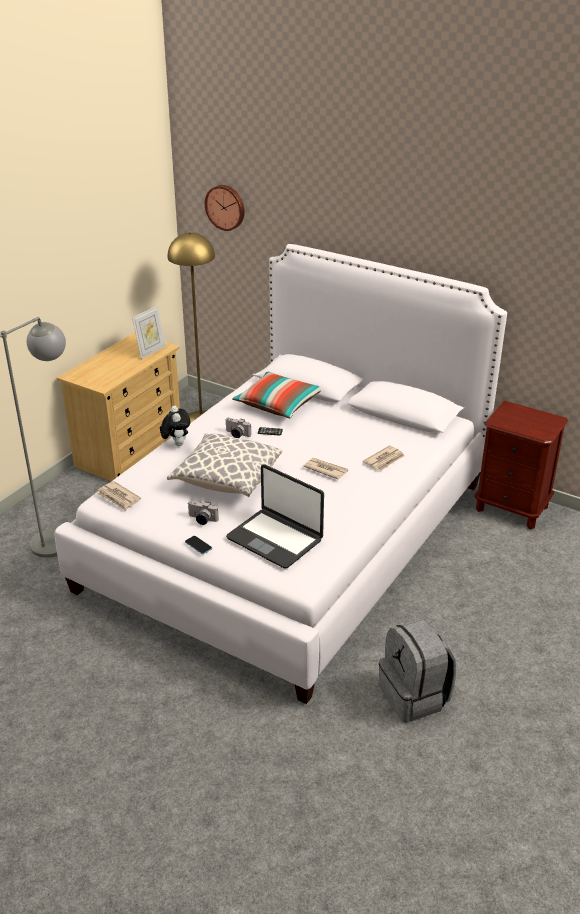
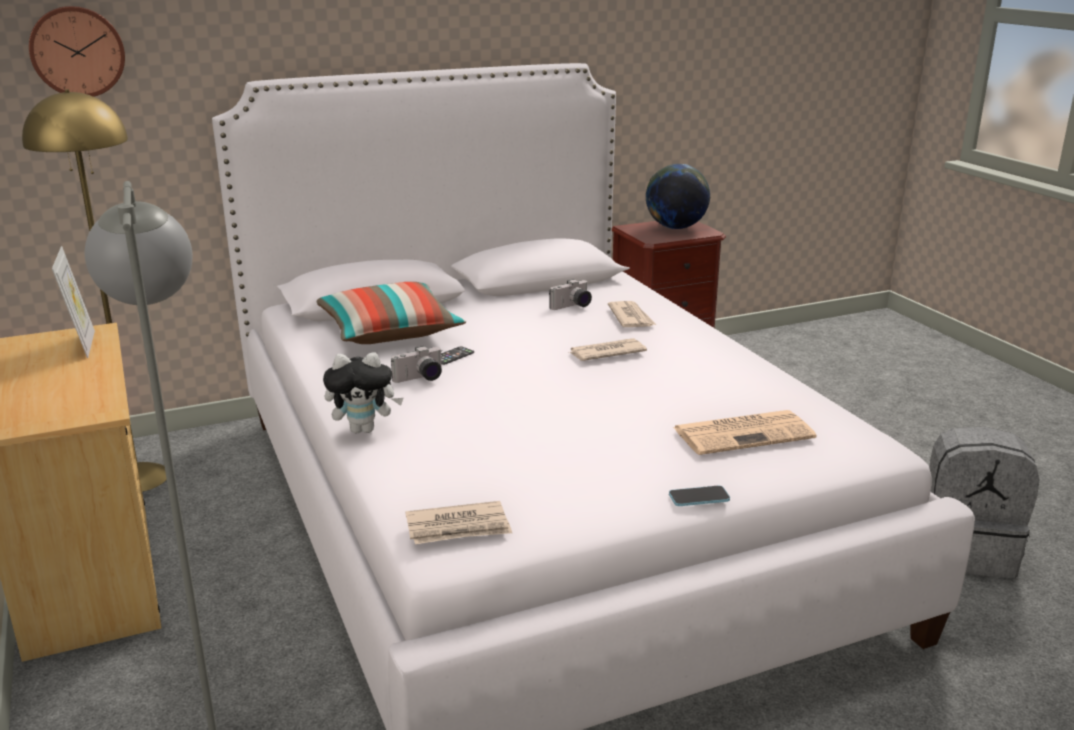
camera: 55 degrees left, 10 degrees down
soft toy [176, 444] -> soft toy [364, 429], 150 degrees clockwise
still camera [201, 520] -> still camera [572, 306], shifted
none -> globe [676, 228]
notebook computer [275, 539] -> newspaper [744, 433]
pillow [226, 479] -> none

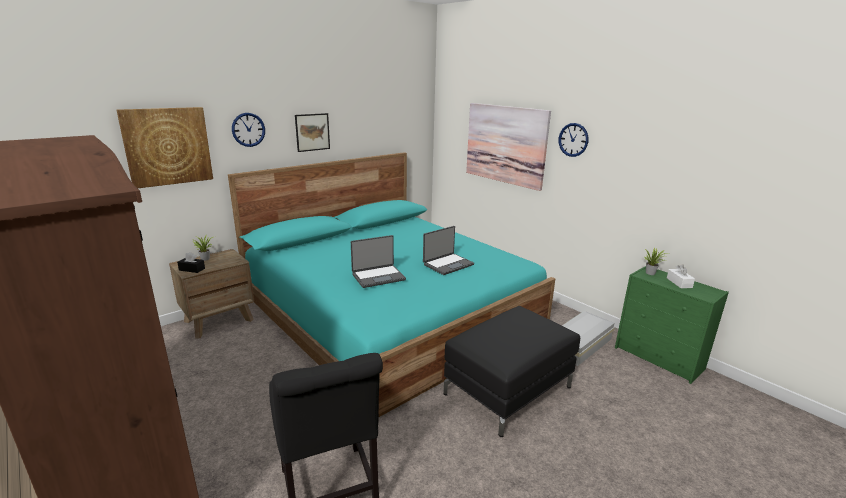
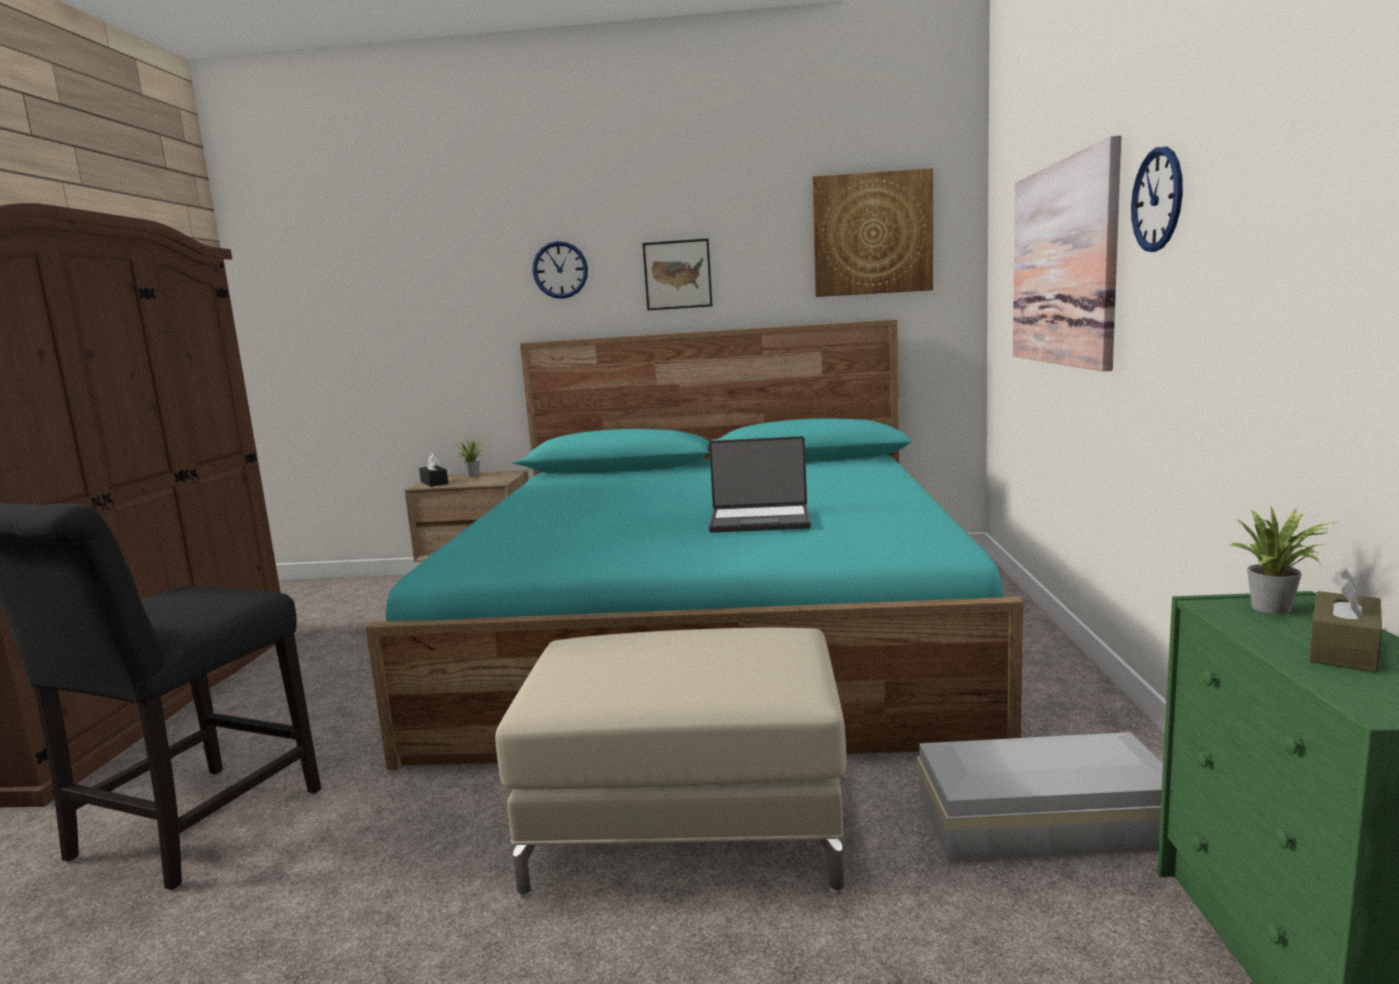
camera: 45 degrees right, 10 degrees down
black pouffe [507, 389] -> beige pouffe [688, 826]
wall art [167, 146] -> wall art [872, 234], shifted
white tissue holder [679, 283] -> brown tissue holder [1343, 650]
notebook computer [378, 277] -> none

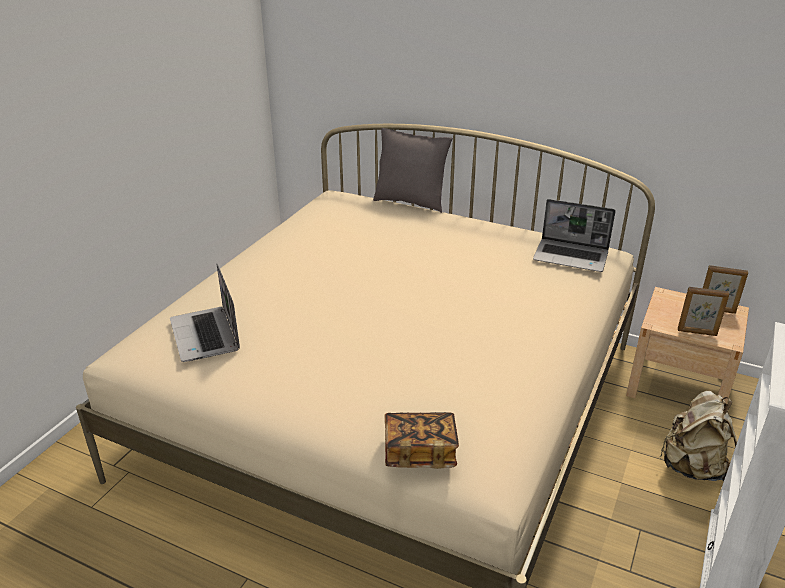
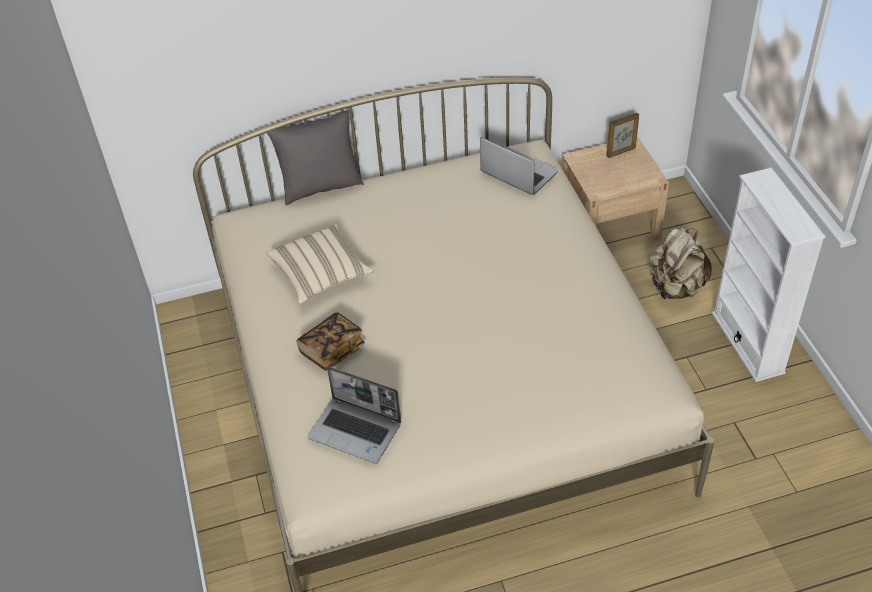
camera: 40 degrees left, 15 degrees up
none -> beige pillow [321, 274]
volume [419, 452] -> volume [332, 350], shifted
notebook computer [571, 256] -> notebook computer [517, 173], 120 degrees counterclockwise
standing frame [697, 332] -> none

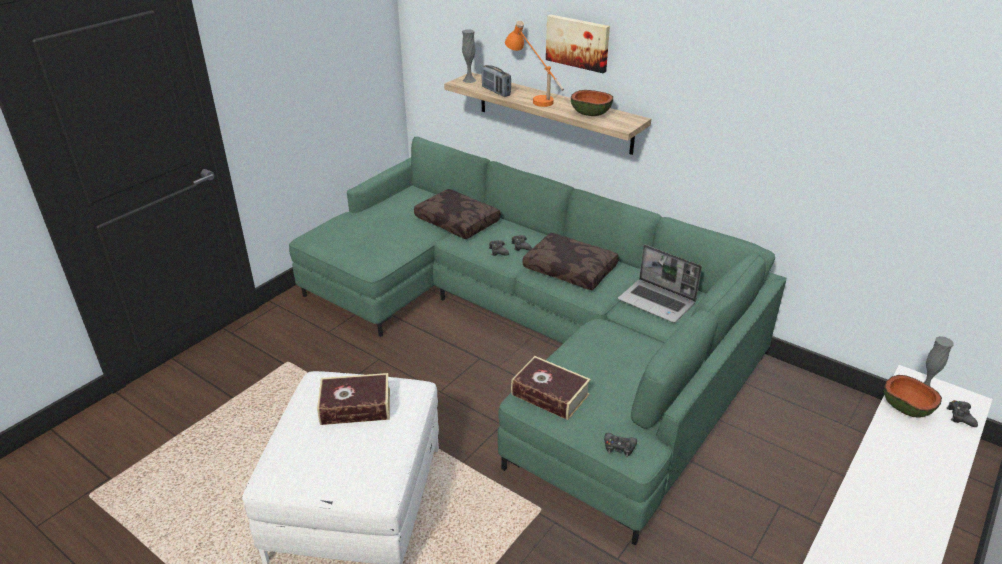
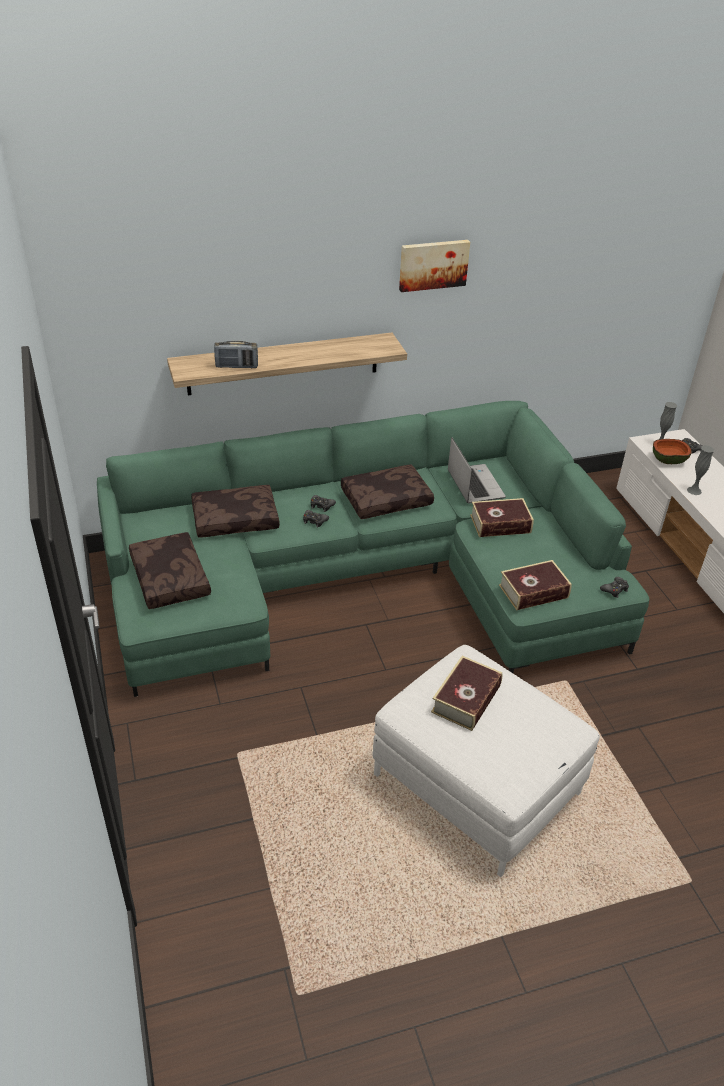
camera: 55 degrees left, 5 degrees up
none -> brown pillow [172, 579]
wall art [578, 42] -> wall art [433, 264], shifted
notebook computer [657, 302] -> notebook computer [474, 484], 90 degrees counterclockwise
none -> volume [500, 524]
grey vase [469, 80] -> grey vase [694, 490], shifted
orange table lamp [534, 98] -> none
bowl [590, 114] -> none

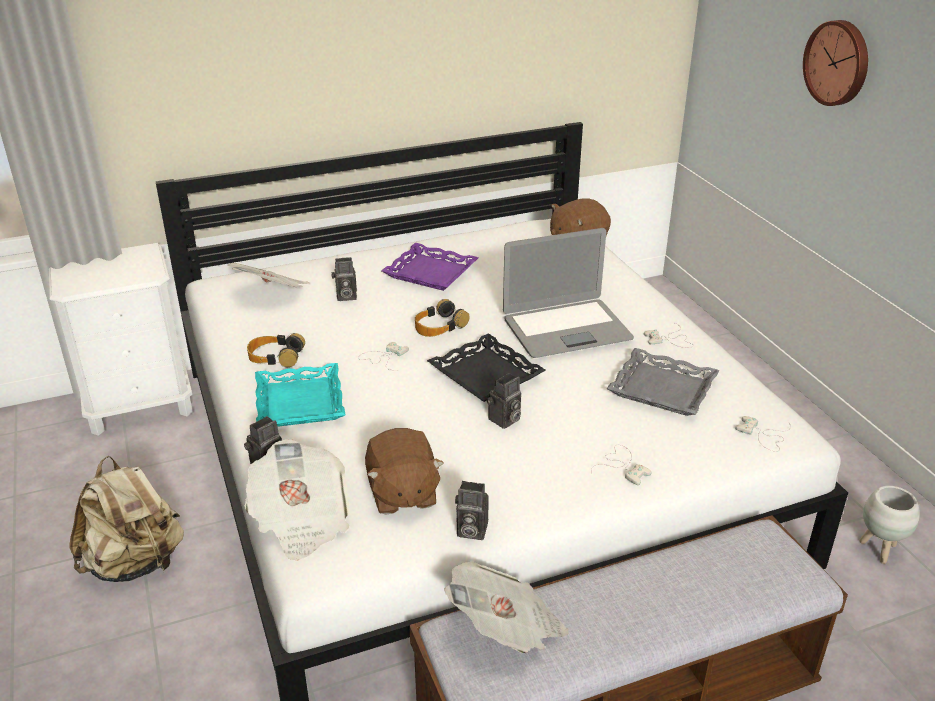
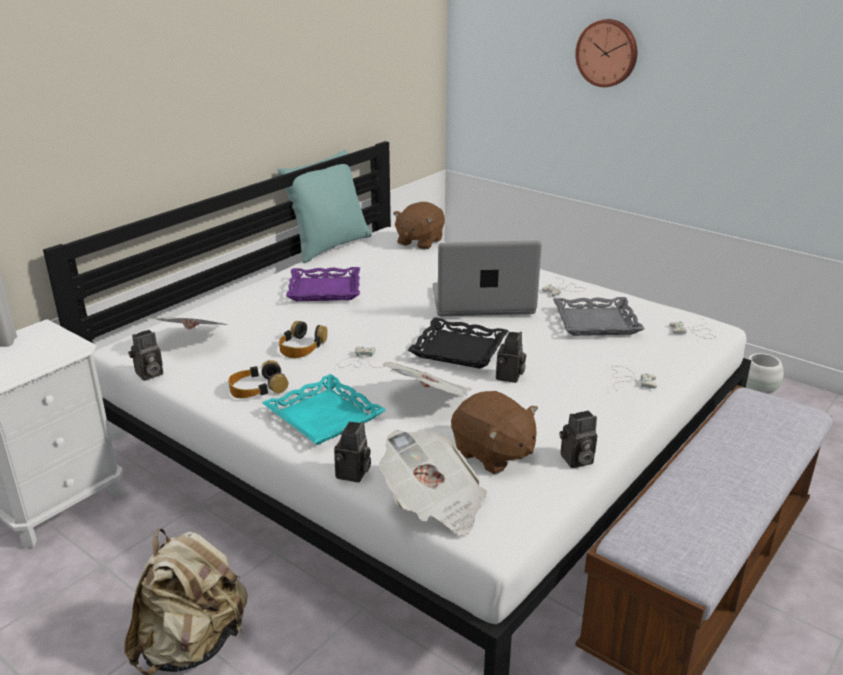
camera: 30 degrees left, 5 degrees down
still camera [345, 296] -> still camera [148, 374], shifted
none -> turquoise-coloured pillow [329, 246]
headphones [439, 326] -> headphones [302, 346], shifted
newspaper [506, 629] -> newspaper [430, 400], shifted
notebook computer [566, 329] -> notebook computer [482, 301], 135 degrees counterclockwise

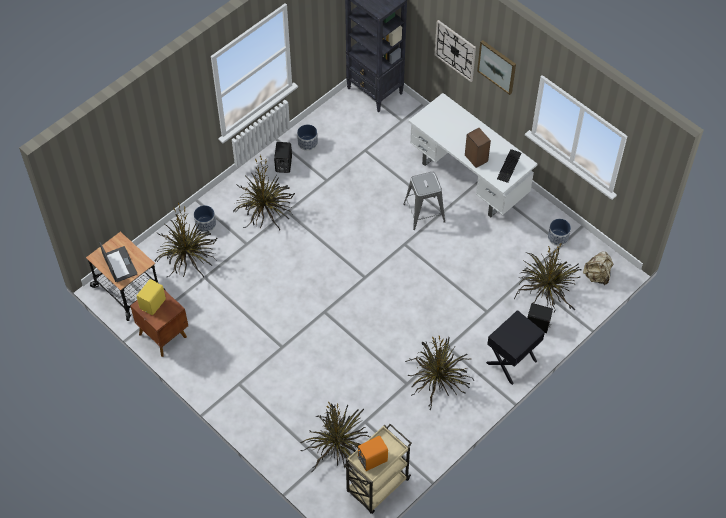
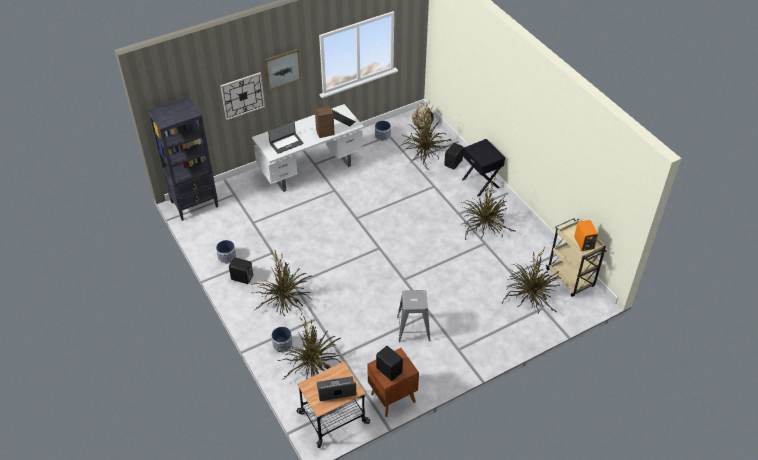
camera: 75 degrees left, 10 degrees down
none -> notebook computer [286, 143]
yellow loudspeaker [153, 304] -> black loudspeaker [389, 370]
grey stool seat [424, 213] -> grey stool seat [413, 328], shifted

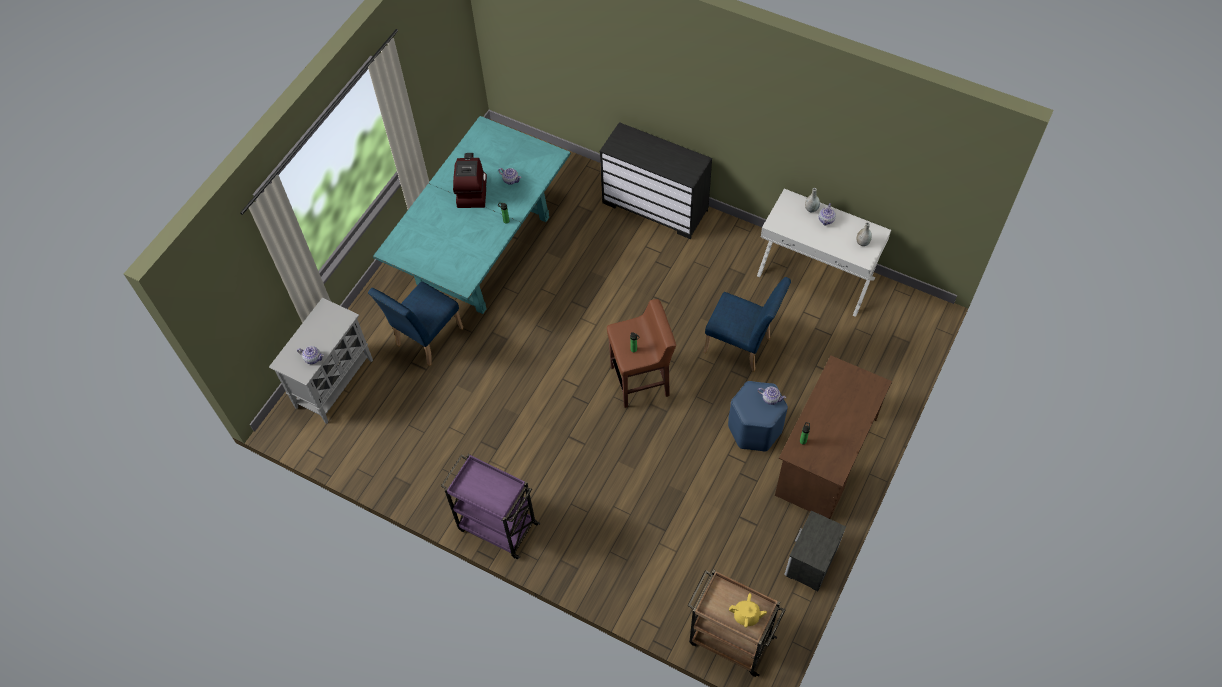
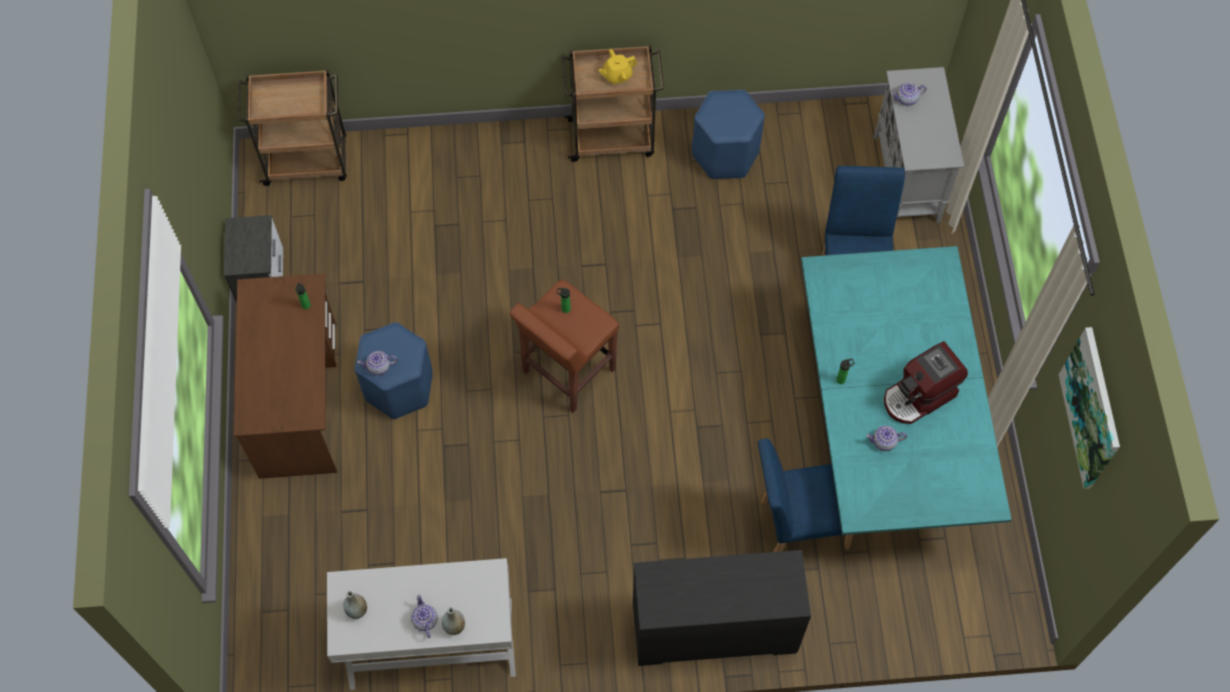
camera: 145 degrees right, 5 degrees up
purplish trolley [496, 526] -> brown trolley [612, 137]
yellow tea pot [746, 615] -> yellow tea pot [617, 75], shifted
none -> bluish stool seat [725, 154]
bluish chair [742, 347] -> bluish chair [796, 524], shifted
coffee machine [471, 191] -> coffee machine [919, 397], 90 degrees clockwise
none -> wall art [1092, 408]

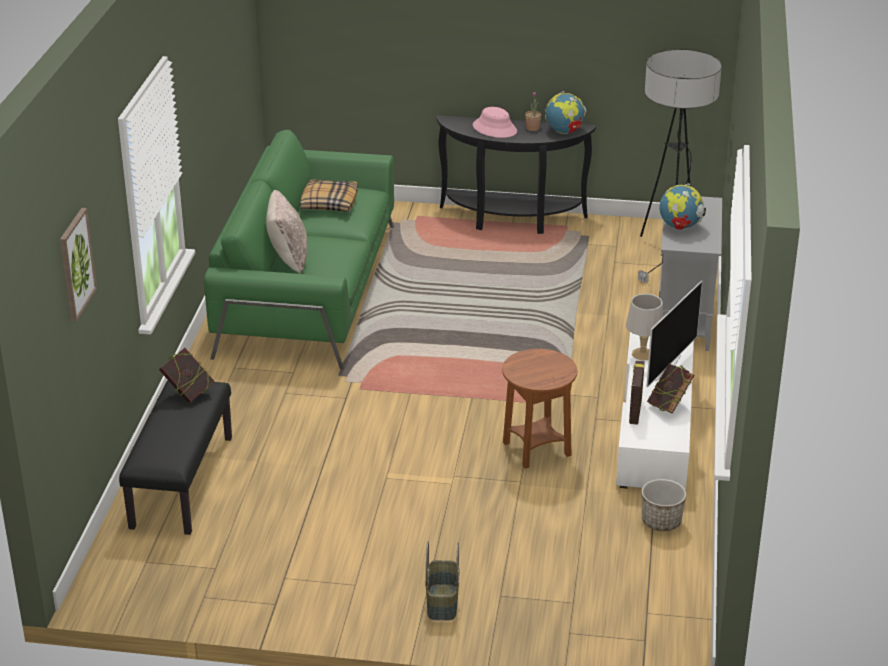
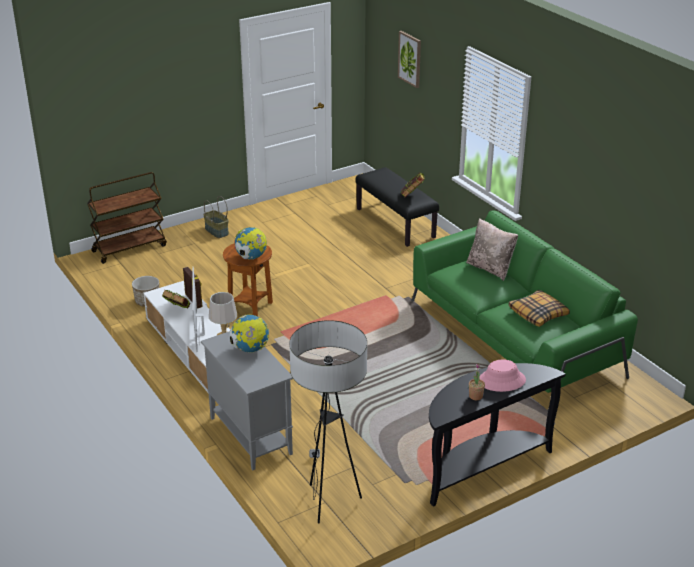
camera: 140 degrees right, 0 degrees up
none -> brown trolley [130, 248]
globe [564, 132] -> globe [251, 257], shifted

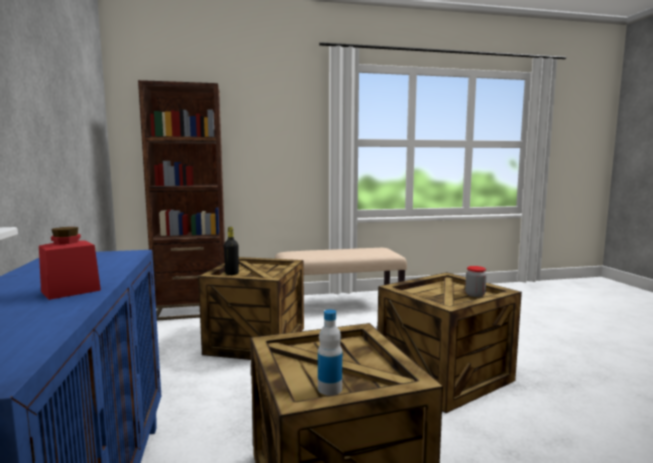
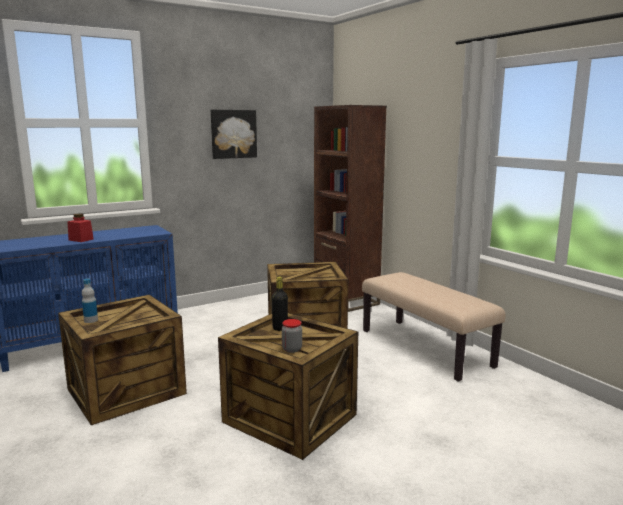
camera: 70 degrees right, 5 degrees up
none -> wall art [233, 134]
black beverage bottle [232, 273] -> black beverage bottle [280, 328], shifted

